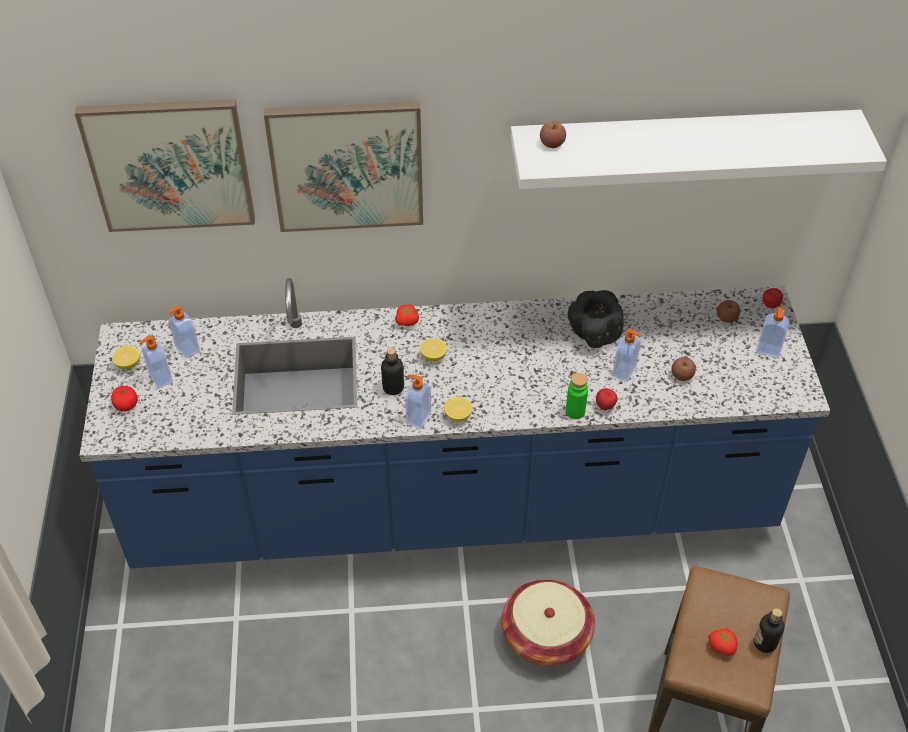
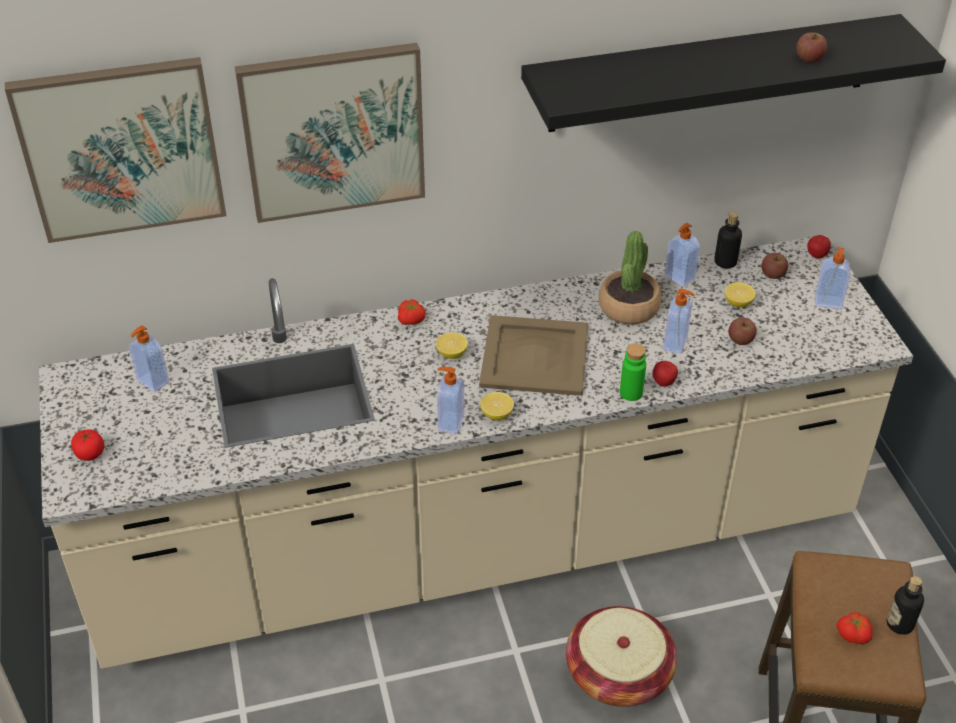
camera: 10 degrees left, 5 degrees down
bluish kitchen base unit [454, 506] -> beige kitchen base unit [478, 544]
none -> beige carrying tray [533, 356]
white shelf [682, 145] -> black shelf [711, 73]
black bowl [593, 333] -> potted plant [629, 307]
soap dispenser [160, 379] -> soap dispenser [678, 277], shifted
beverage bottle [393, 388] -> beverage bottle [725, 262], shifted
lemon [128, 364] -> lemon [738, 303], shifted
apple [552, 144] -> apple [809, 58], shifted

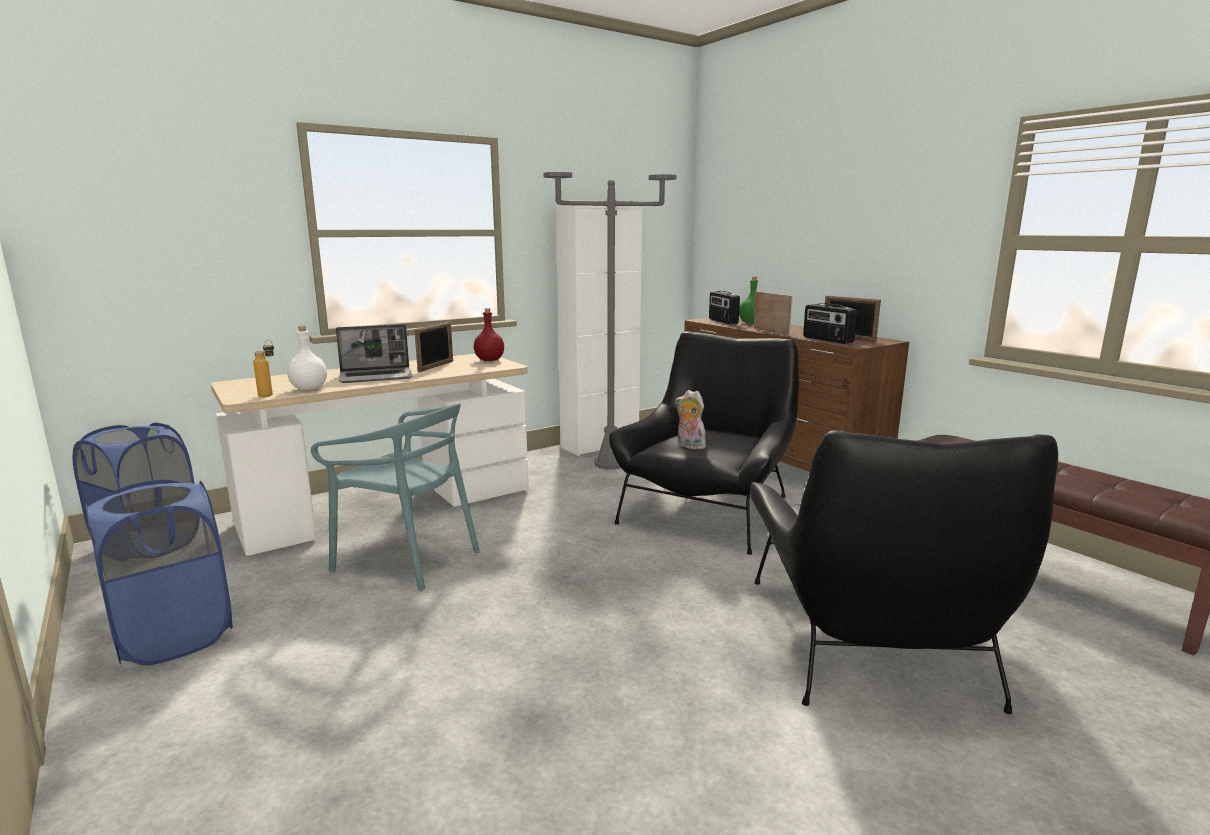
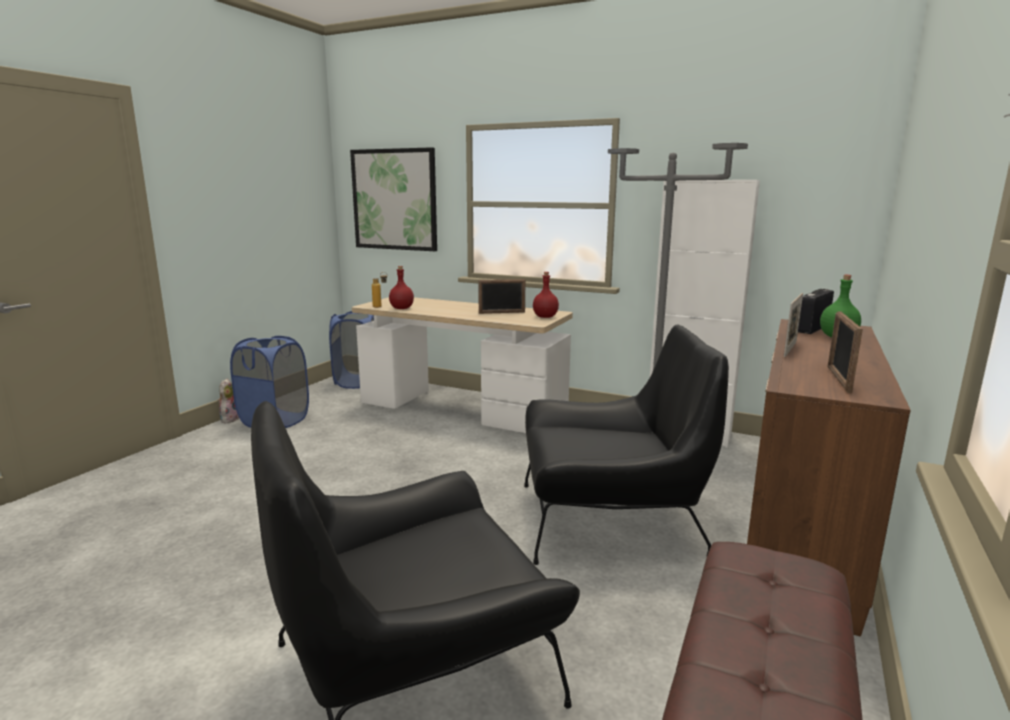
camera: 60 degrees right, 0 degrees up
soft toy [689, 446] -> soft toy [229, 419], shifted
none -> wall art [394, 200]
white beverage bottle [310, 389] -> red beverage bottle [402, 308]
turquoise-coloured chair [408, 558] -> none
notebook computer [377, 377] -> none
radio [827, 340] -> none

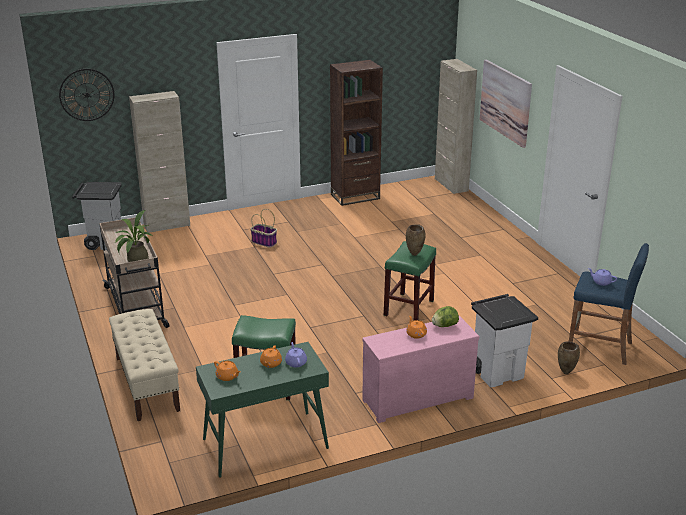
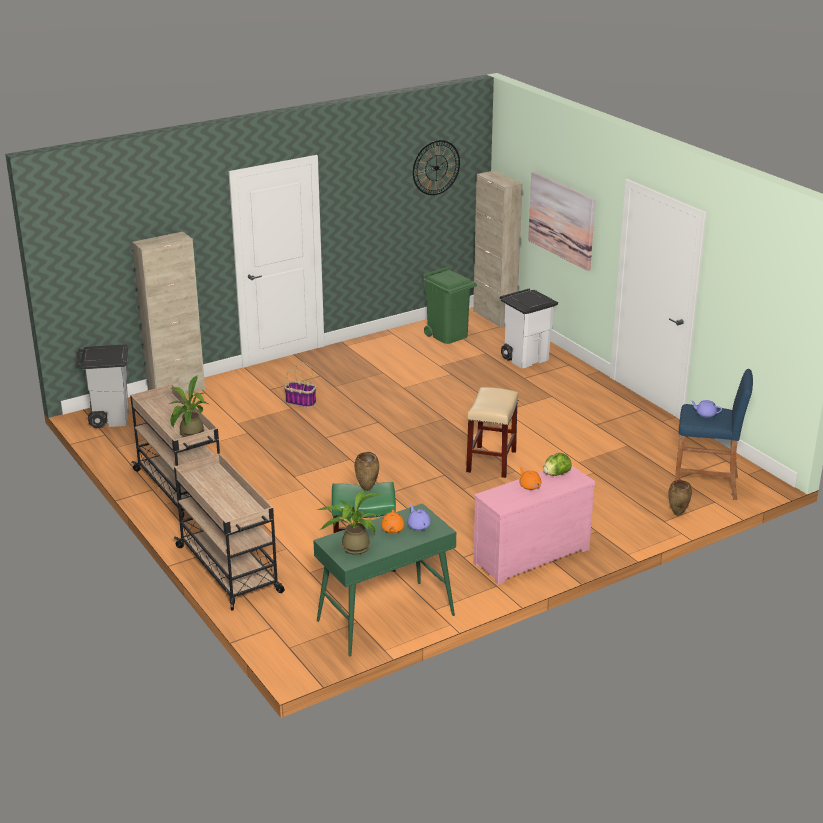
camera: 10 degrees left, 0 degrees up
beige long seat [146, 383] -> beige trolley [229, 570]
orange tea pot [227, 376] -> potted plant [352, 547]
brown vase [415, 254] -> brown vase [367, 489], shifted
wall clock [87, 95] -> wall clock [436, 167], shifted
none -> green rubbish bin [448, 335]
green stool seat [408, 307] -> beige stool seat [491, 461]
white rubbish bin [497, 372] -> white rubbish bin [525, 358], shifted
brown bookshelf [355, 196] -> none

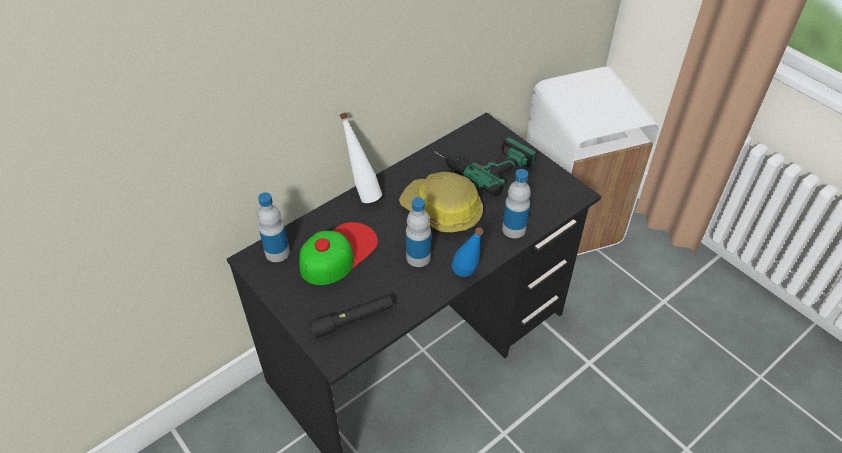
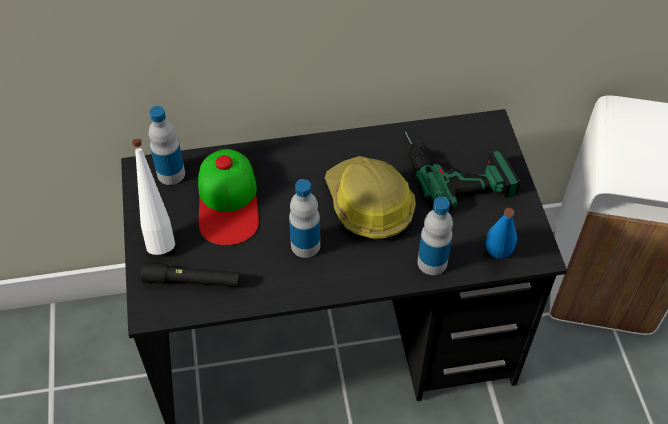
camera: 30 degrees right, 5 degrees up
white beverage bottle [363, 192] -> white beverage bottle [159, 235], shifted
cap [338, 253] -> cap [228, 202], 105 degrees clockwise
bluish beverage bottle [467, 279] -> bluish beverage bottle [496, 261], shifted

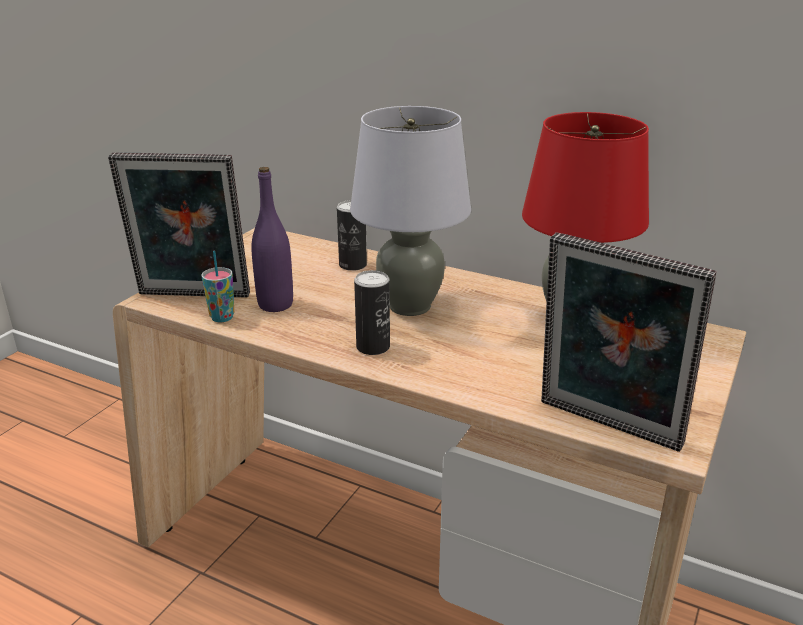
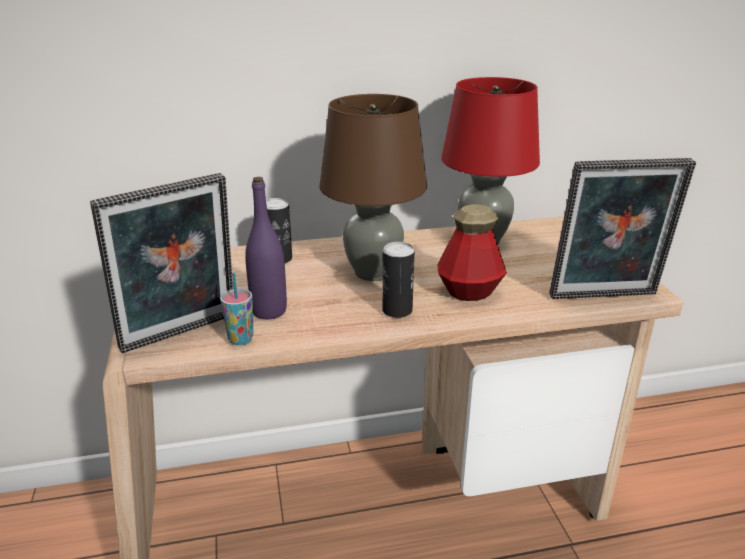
camera: 40 degrees left, 0 degrees up
grey table lamp [409, 306] -> brown table lamp [372, 272]
none -> beverage bottle [469, 291]

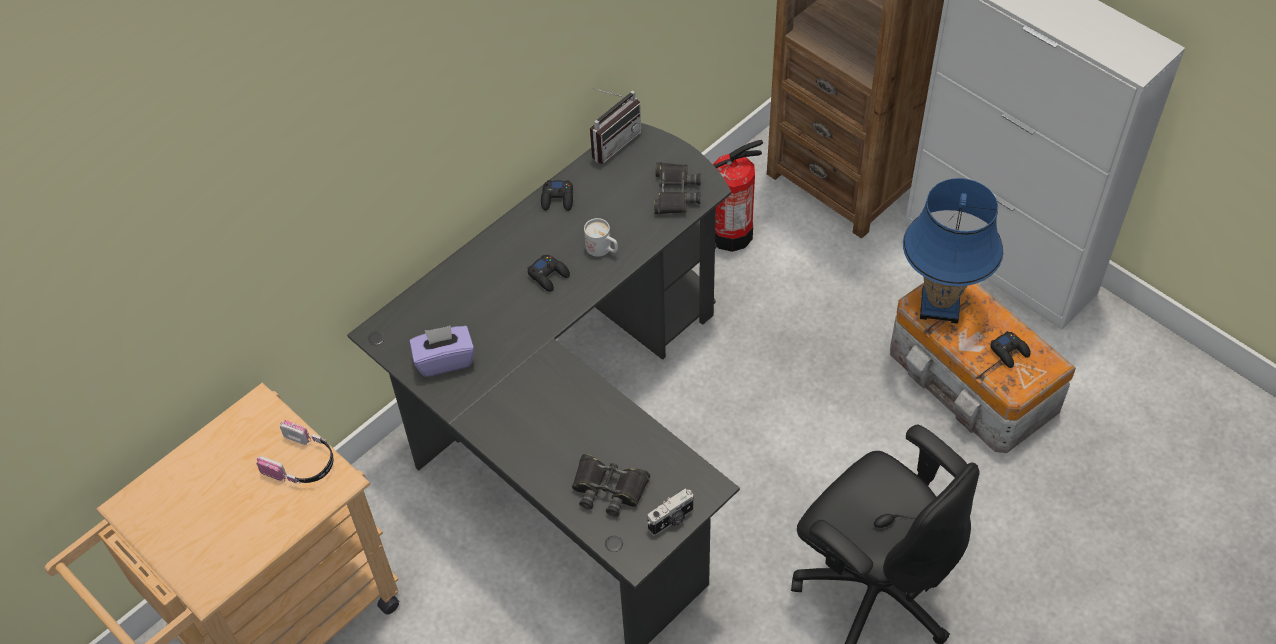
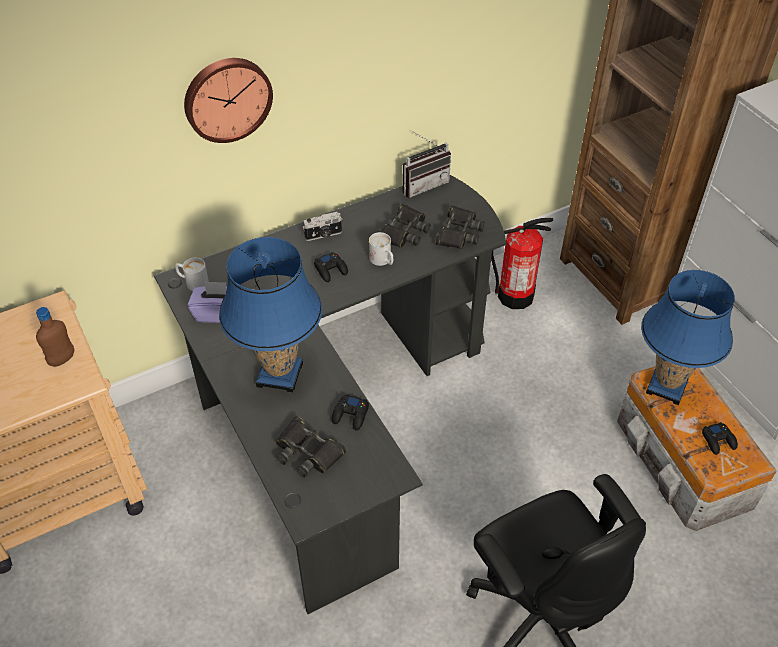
camera: 15 degrees right, 5 degrees down
headphones [302, 463] -> brown beverage bottle [62, 359]
none -> white mug [193, 282]
none -> wall clock [227, 98]
none -> bluish table lamp [280, 374]
still camera [672, 520] -> still camera [323, 235], shifted
black gamepad [558, 199] -> black gamepad [351, 415], shifted
none -> black binoculars [404, 231]

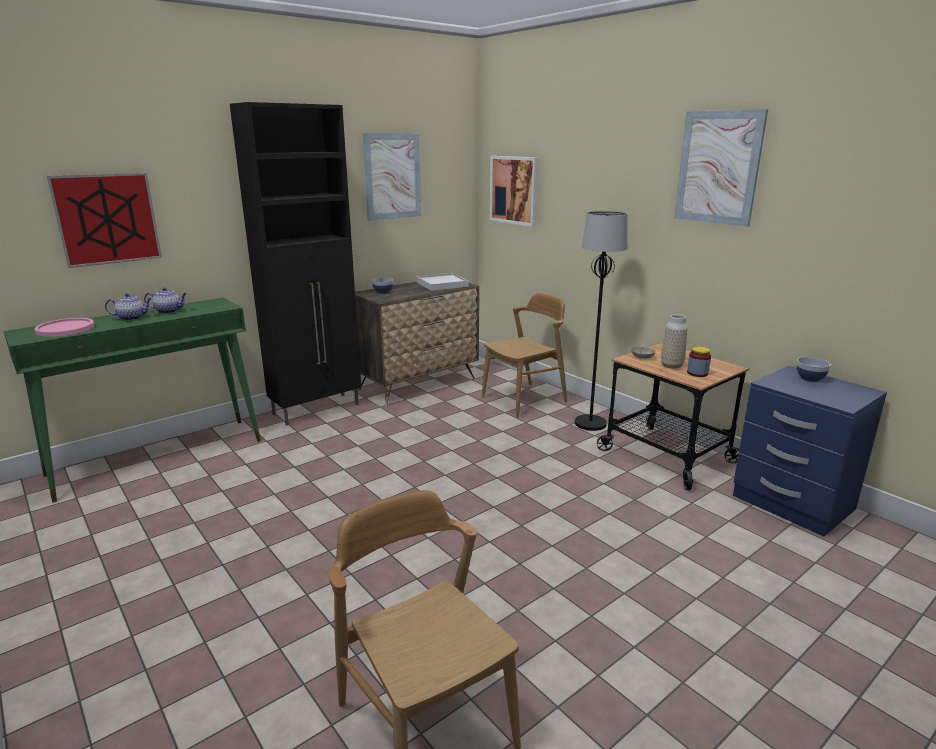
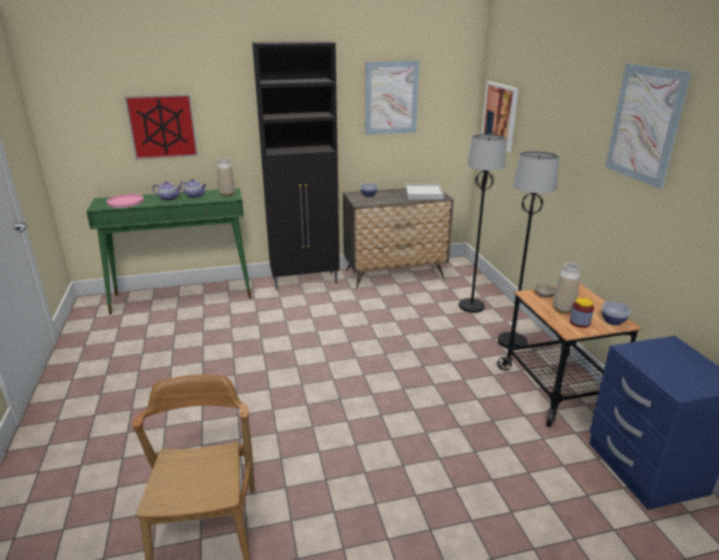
camera: 25 degrees right, 5 degrees up
none -> vase [227, 194]
brown chair [524, 399] -> black floor lamp [471, 306]
bowl [810, 378] -> bowl [613, 321], shifted

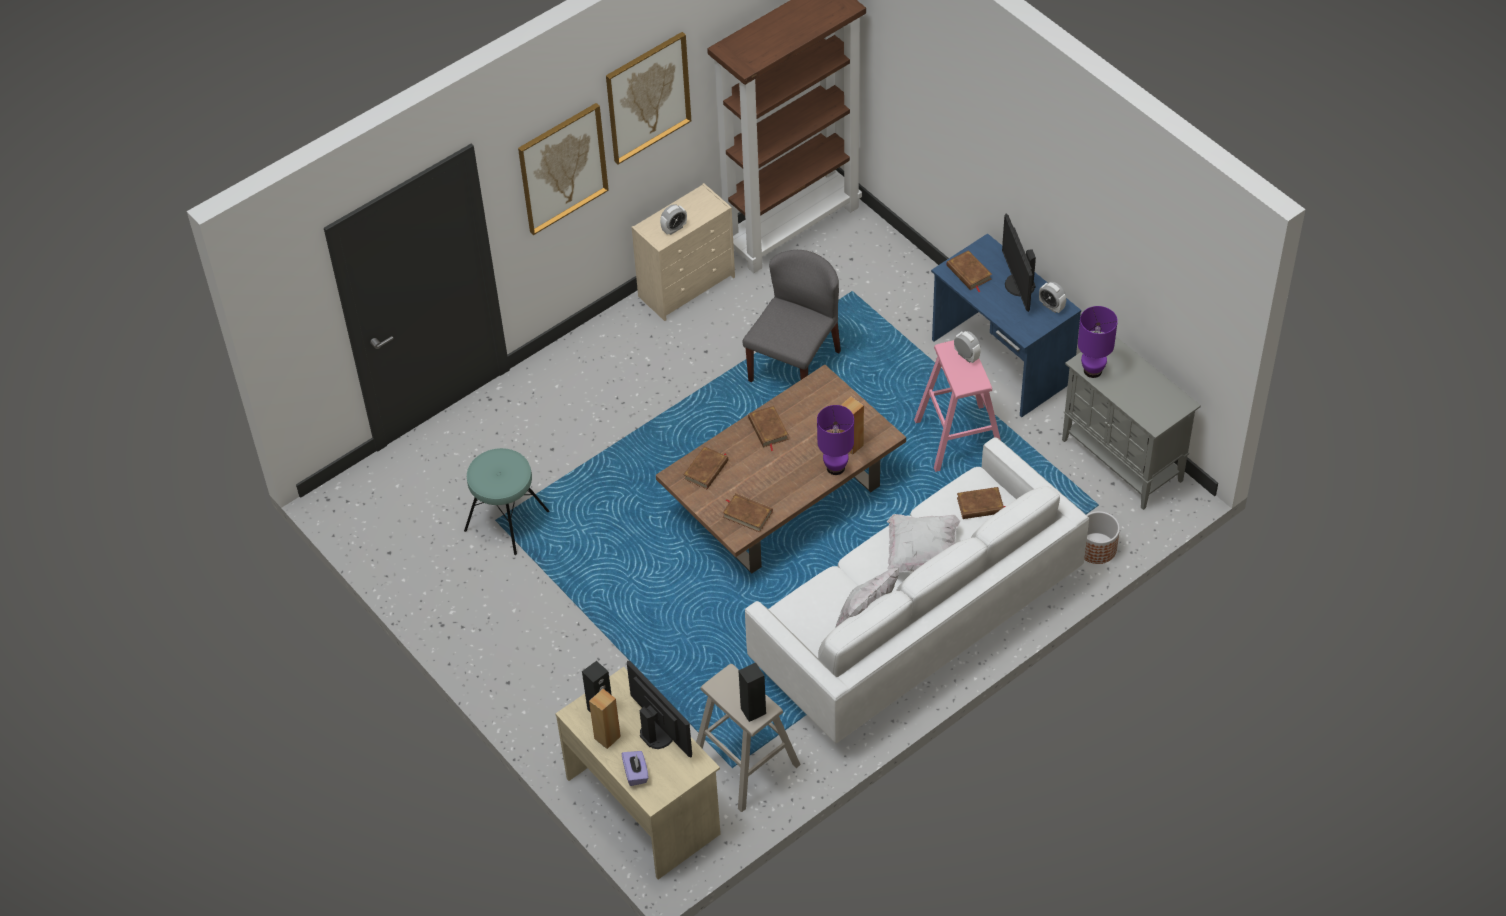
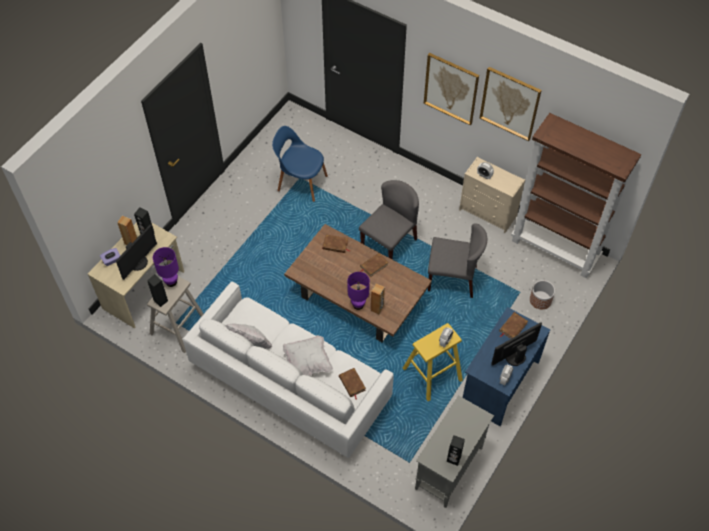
camera: 70 degrees right, 5 degrees up
purplish table lamp [1092, 370] -> purplish table lamp [171, 282], shifted
turquoise-coloured stool seat [507, 521] -> bluish chair [301, 182]
none -> grey chair [389, 243]
pink stool seat [958, 437] -> yellow stool seat [432, 374]
none -> black loudspeaker [453, 459]
plant pot [1097, 549] -> plant pot [540, 300], shifted
brown volume [747, 514] -> none

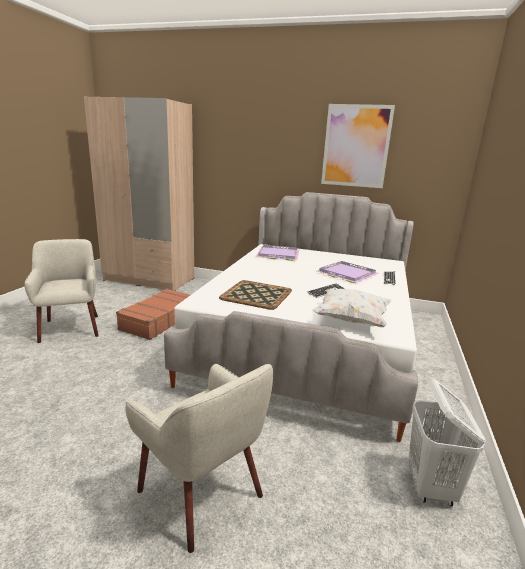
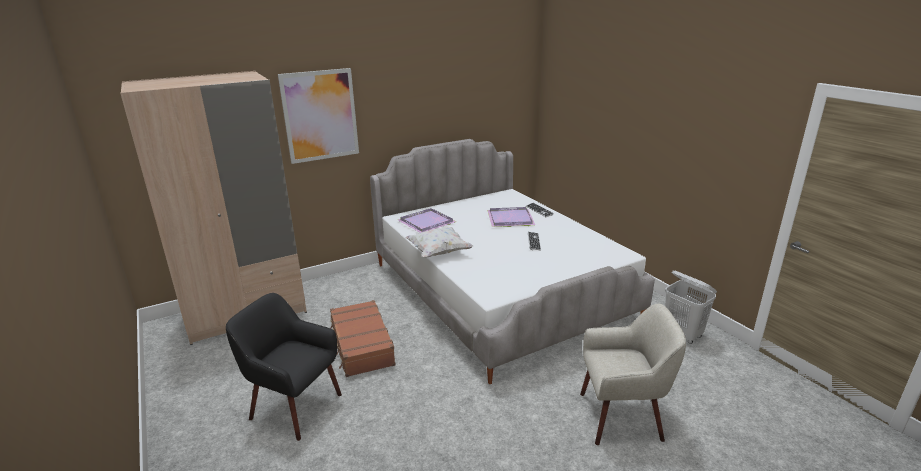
camera: 45 degrees left, 5 degrees up
beige easy chair [71, 328] -> black easy chair [294, 407]
wall art [356, 146] -> wall art [320, 115], shifted
white pillow [351, 320] -> white pillow [438, 252], shifted
carrying tray [257, 294] -> none

